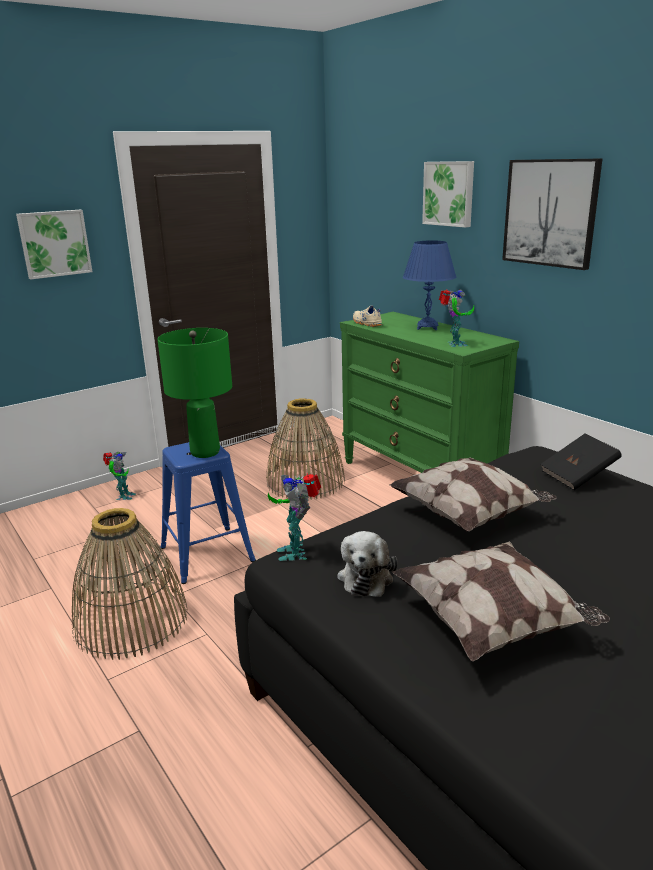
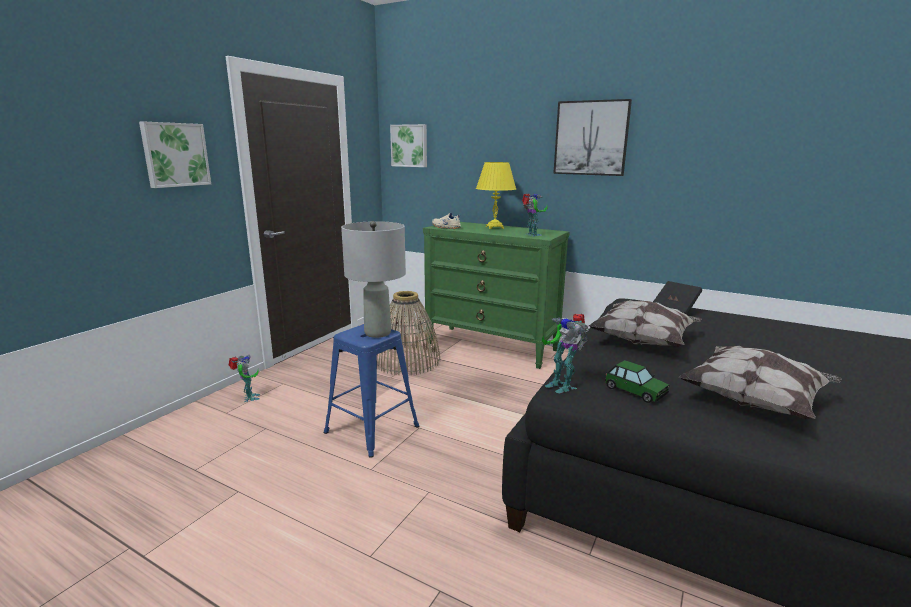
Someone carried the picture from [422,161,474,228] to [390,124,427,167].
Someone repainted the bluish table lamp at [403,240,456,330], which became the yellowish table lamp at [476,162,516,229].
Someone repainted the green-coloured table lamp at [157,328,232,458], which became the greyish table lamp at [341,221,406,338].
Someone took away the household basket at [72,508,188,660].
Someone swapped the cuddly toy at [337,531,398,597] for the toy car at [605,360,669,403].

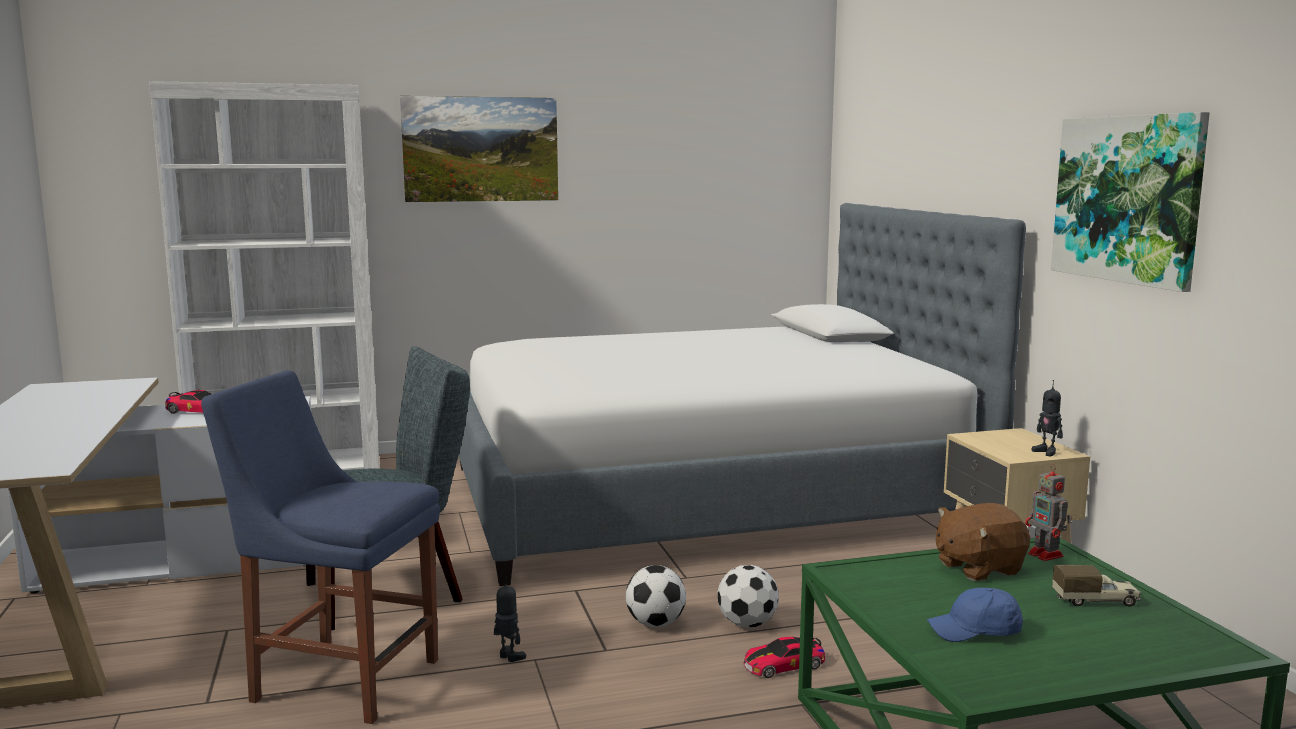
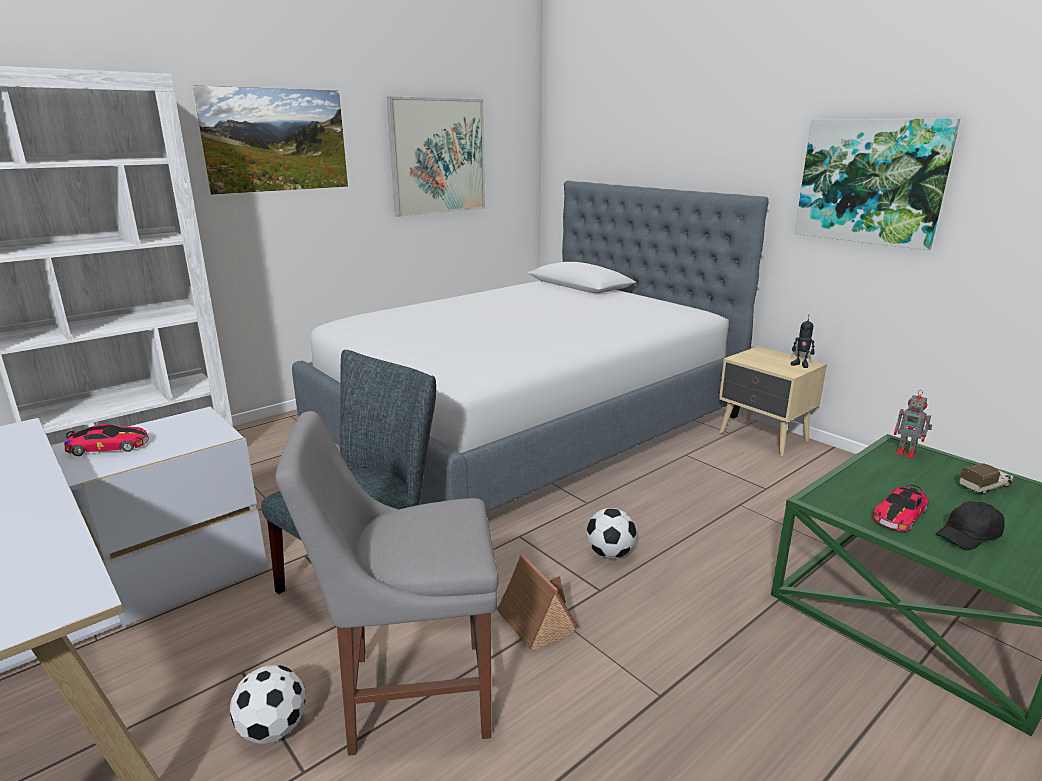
Someone repainted the bluish plain chair at [201,370,440,724], which became the greyish plain chair at [275,411,499,756].
Someone took away the brownish cuddly toy at [936,503,1030,581].
Someone carried the ball for football from [717,565,779,628] to [230,665,306,744].
Someone swapped the model robot at [494,576,526,662] for the toy house at [496,554,579,652].
Someone repainted the bluish cap at [927,588,1023,642], which became the black-coloured cap at [935,501,1005,550].
Someone carried the toy car from [744,637,825,678] to [872,485,929,531].
Someone put up the picture at [387,96,485,217].

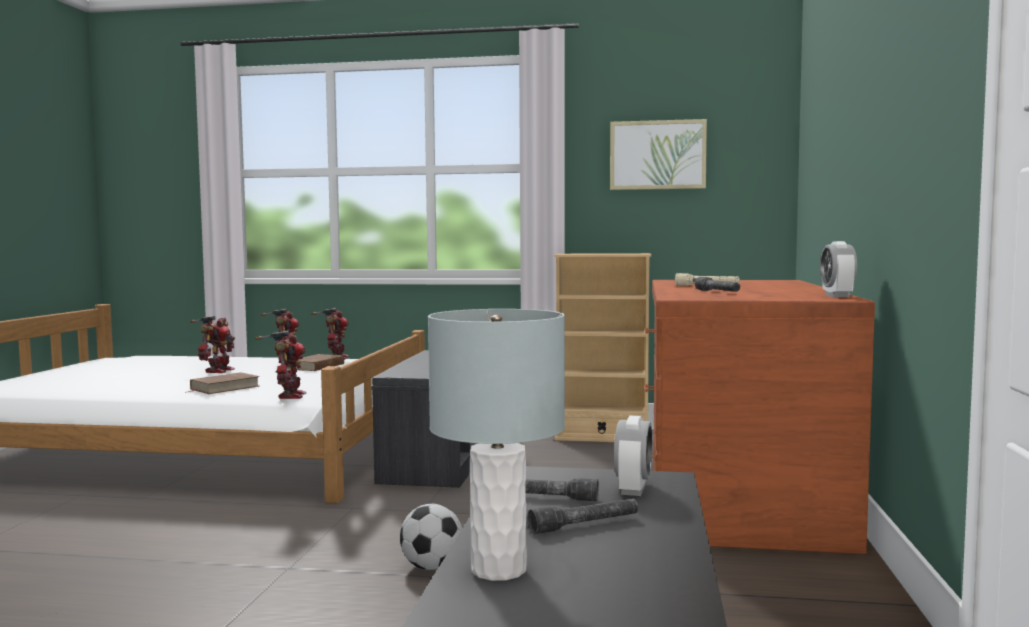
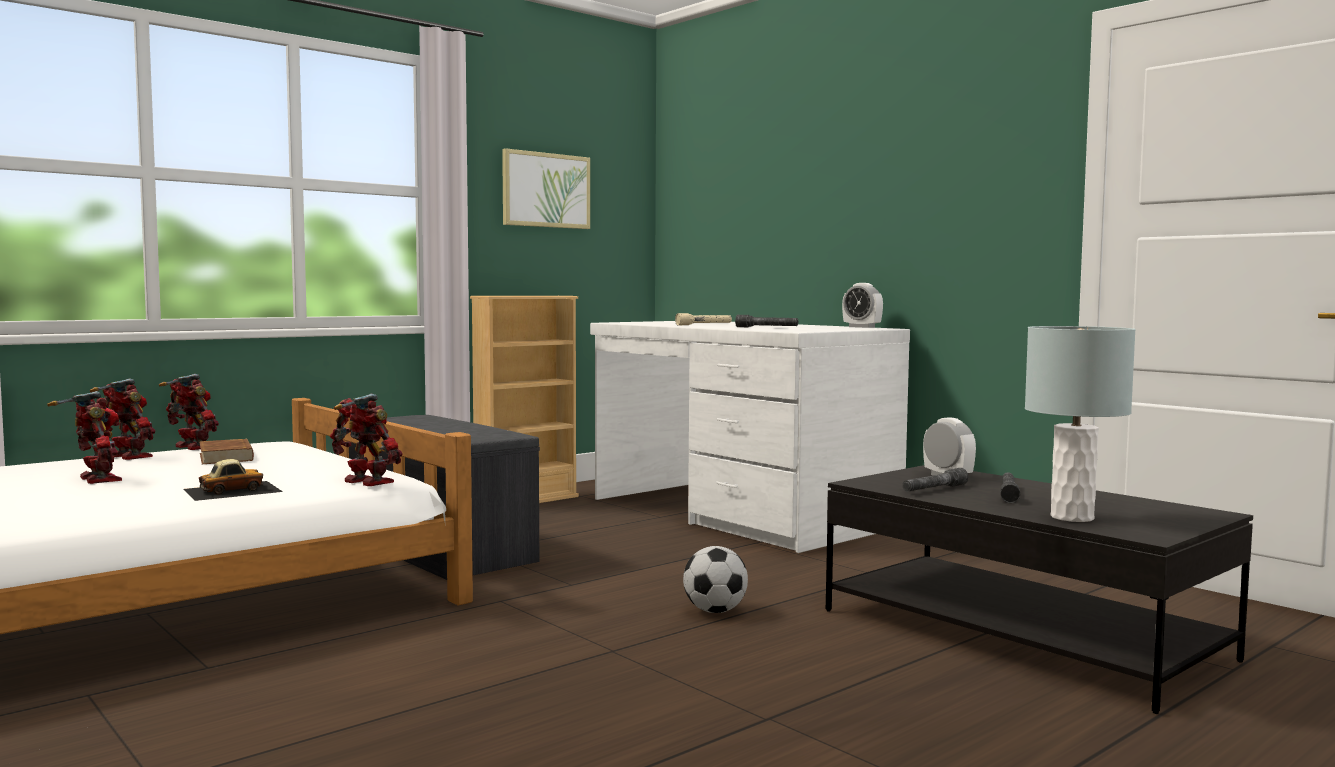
Someone repainted the brownish desk table at [644,280,875,554], which became the white-coloured desk table at [590,321,910,553].
Someone swapped the brownish bound book at [188,372,260,394] for the toy car at [184,459,283,501].

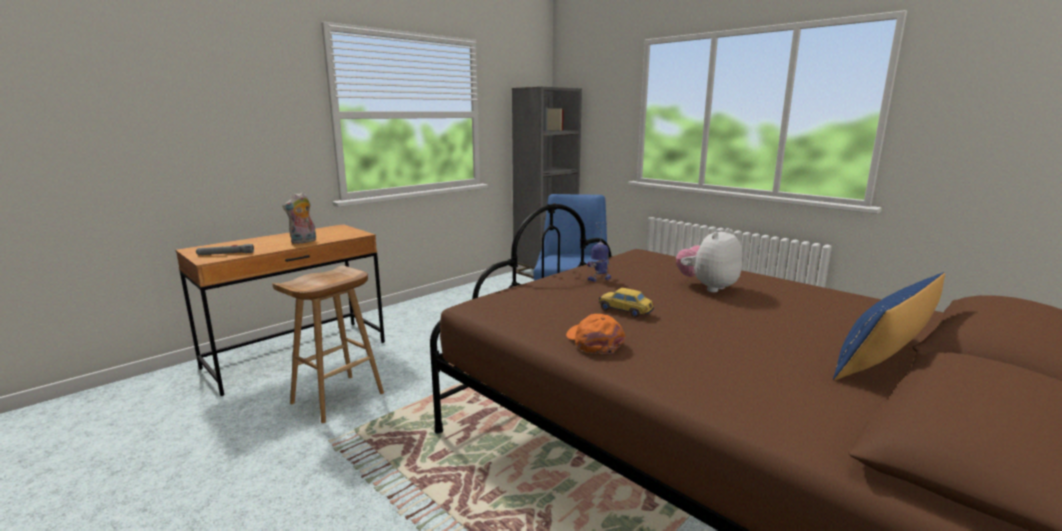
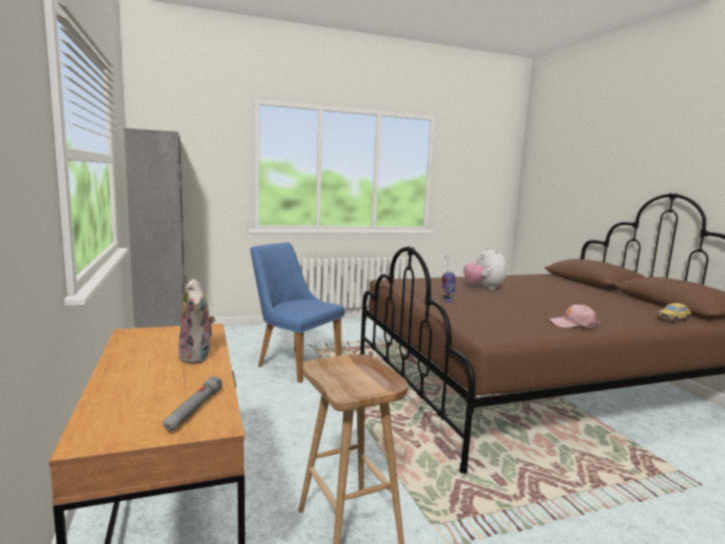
Someone took away the bluish throw pillow at [833,272,945,380].
Someone carried the toy car from [599,288,654,317] to [657,303,691,323].
Someone repainted the orange cap at [566,314,626,354], which became the pink-coloured cap at [549,304,600,328].

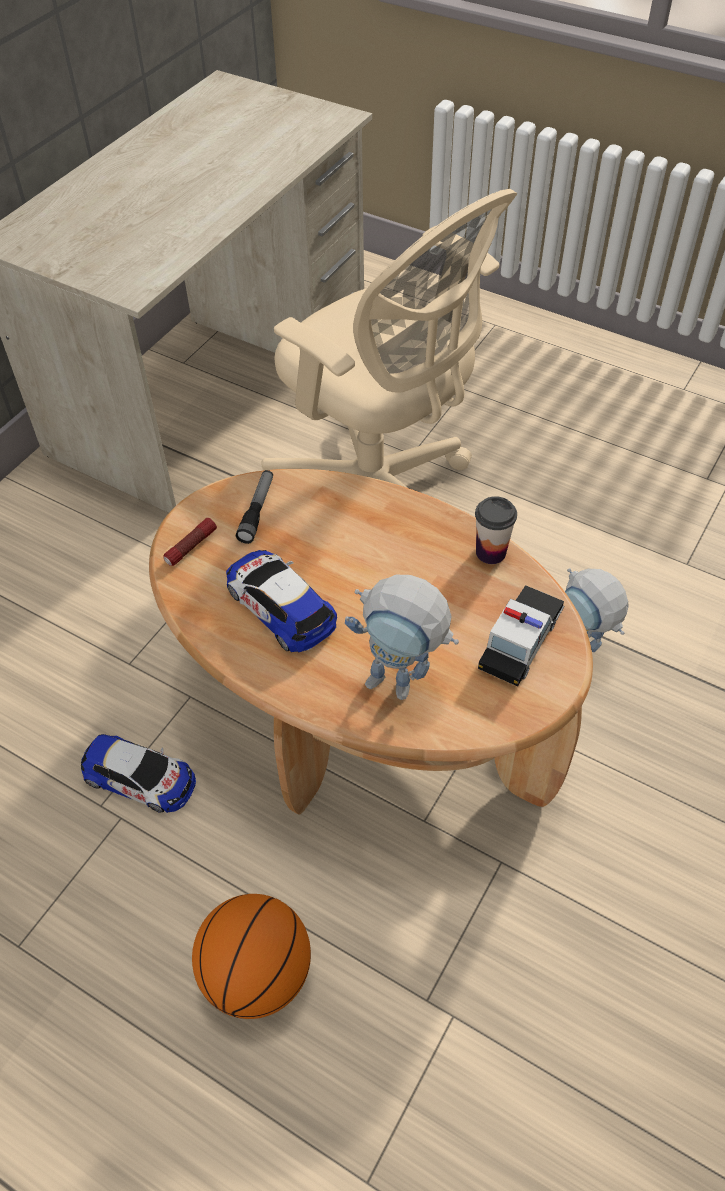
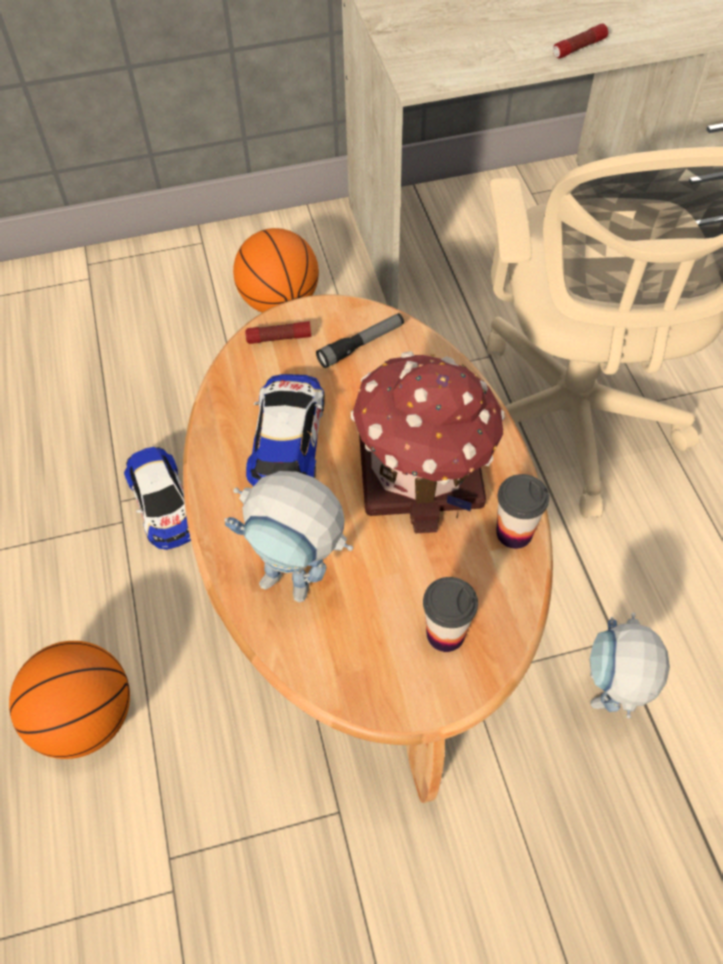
Someone rotated the model robot at [345,575,459,700] by 45 degrees counterclockwise.
Someone swapped the toy car at [478,585,564,686] for the drinking cup at [423,577,478,652].
Someone put down the torch at [553,24,608,58].
Someone put down the basketball ball at [233,228,319,313].
Someone put down the toy house at [351,351,505,533].

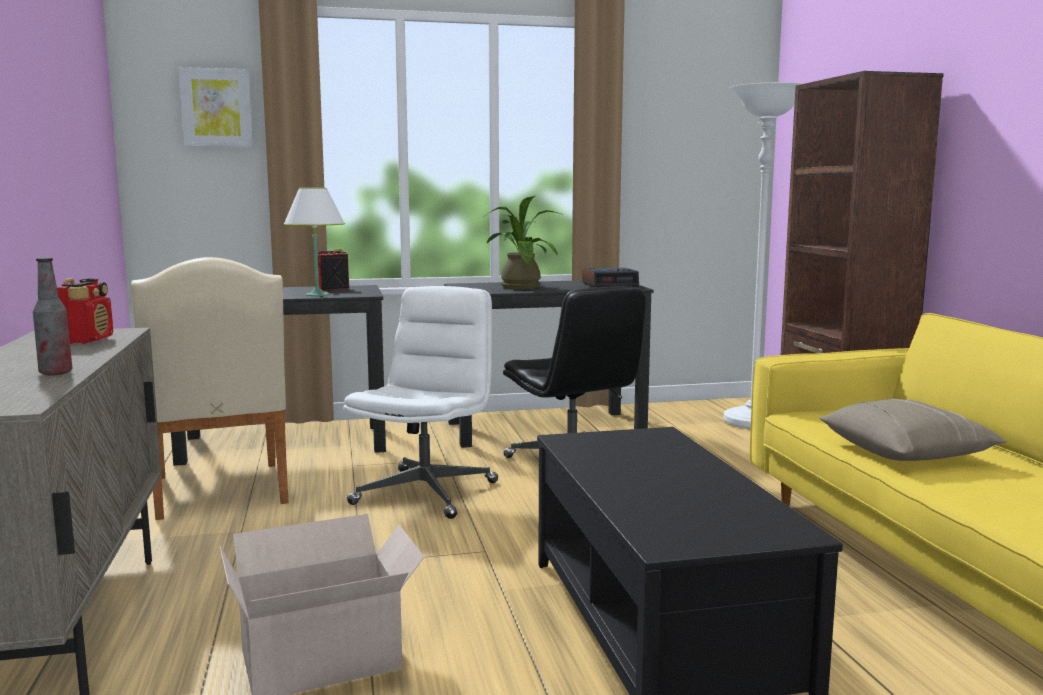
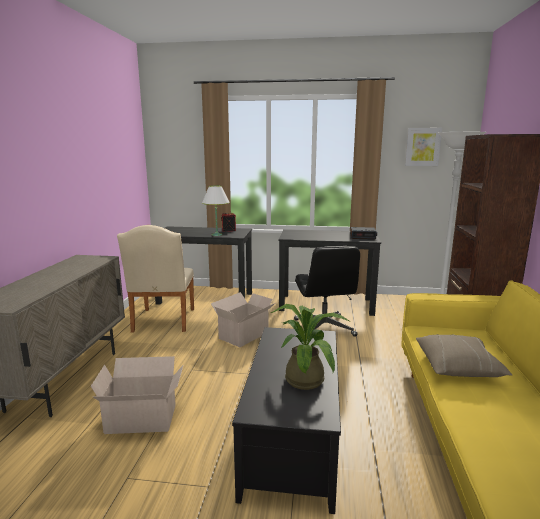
Someone carried the picture from [179,67,253,147] to [405,128,442,166].
Someone carried the potted plant from [483,196,564,289] to [271,304,349,390].
Someone took away the bottle at [33,257,72,375].
Someone took away the radio set at [57,278,113,344].
Someone swapped the white-coloured office chair at [343,286,498,519] for the packing box at [211,292,275,347].

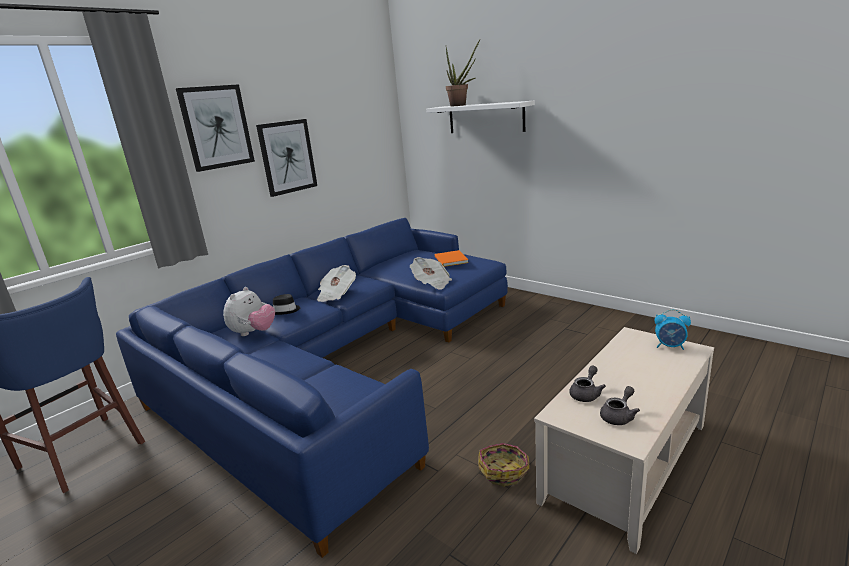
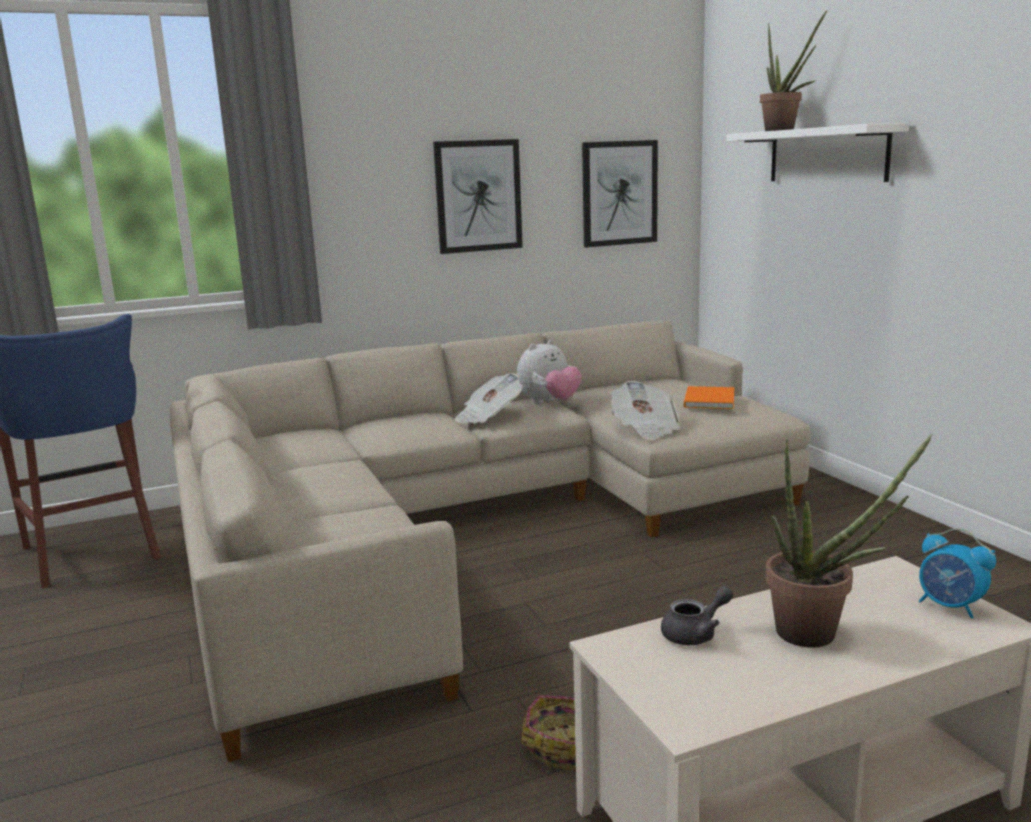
Someone carried the picture from [176,84,255,172] to [582,140,658,247].
Someone repainted the bluish sofa at [116,218,508,558], which became the beige-coloured sofa at [170,321,810,762].
Someone carried the cuddly toy from [223,287,275,336] to [517,340,582,404].
Someone took away the black-coloured hat at [273,294,300,315].
Someone took away the greyish pot for tea at [600,386,640,425].
Someone put down the potted plant at [765,434,932,648].

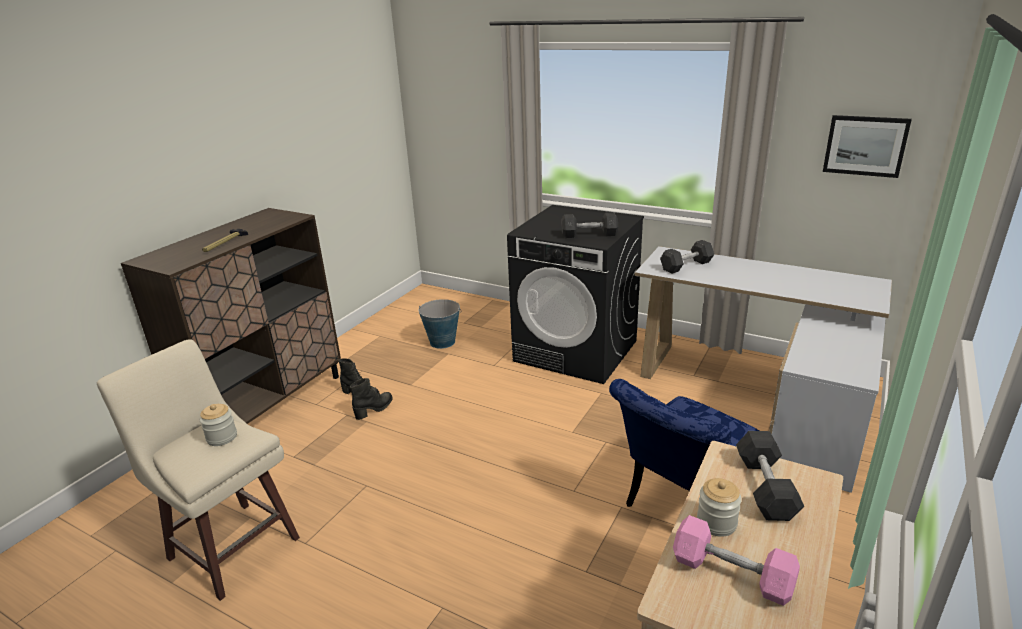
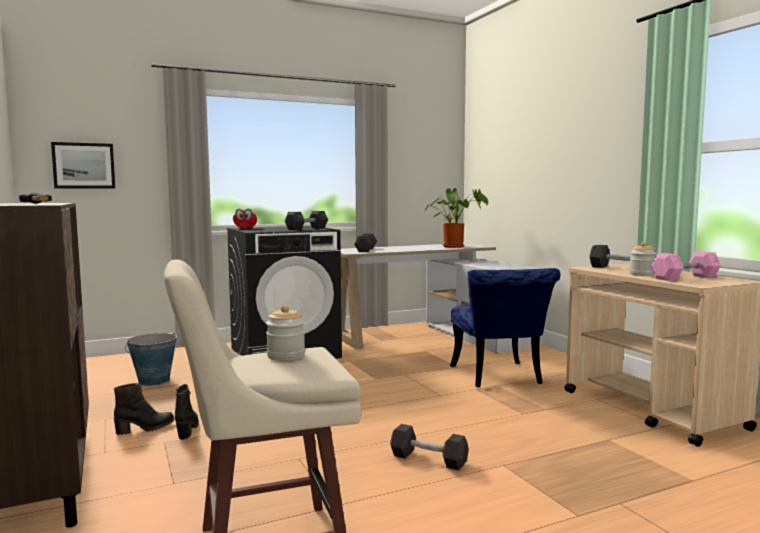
Someone carried the picture from [823,115,912,178] to [51,142,115,189].
Someone put down the potted plant at [424,188,488,248].
Someone put down the reddish cap at [233,209,257,228].
Someone put down the greyish dumbbell at [390,424,469,470].

